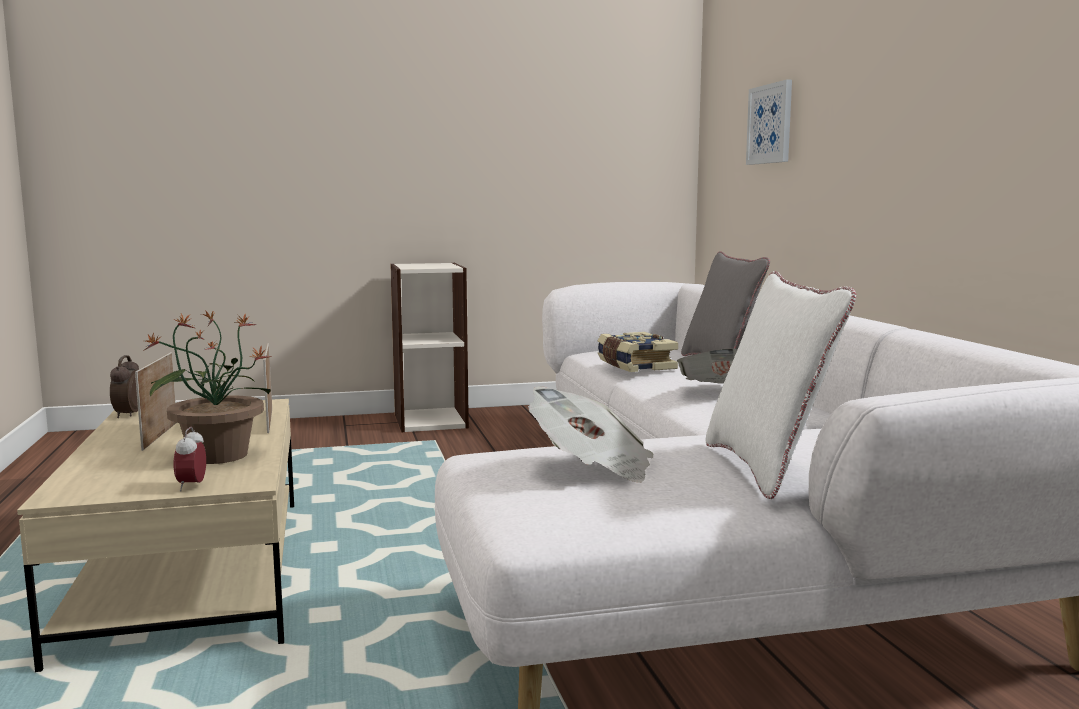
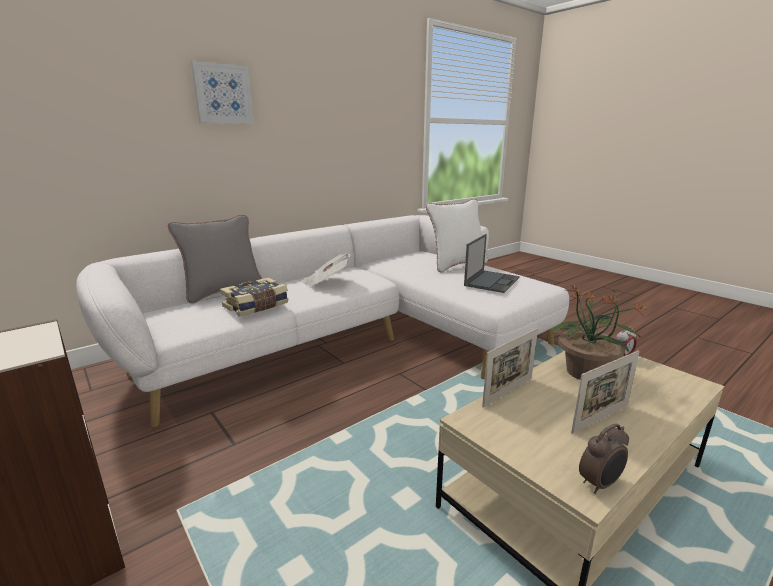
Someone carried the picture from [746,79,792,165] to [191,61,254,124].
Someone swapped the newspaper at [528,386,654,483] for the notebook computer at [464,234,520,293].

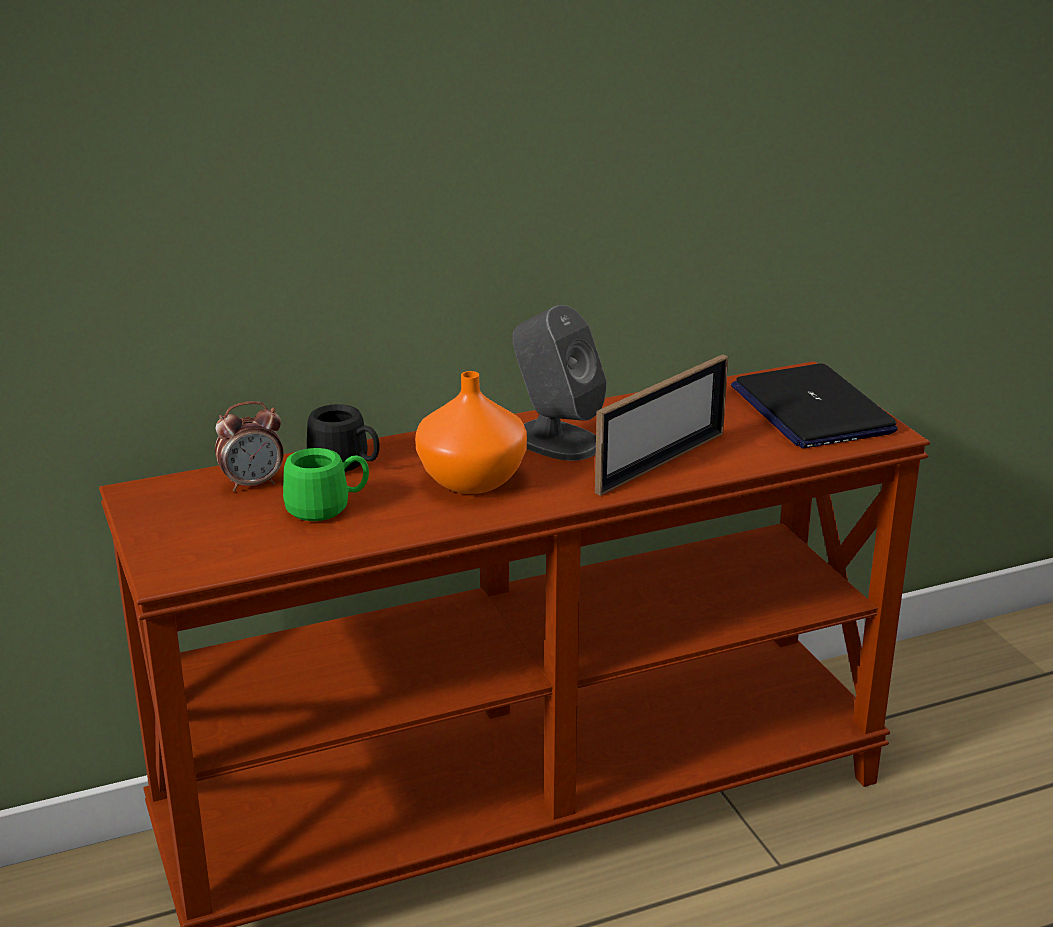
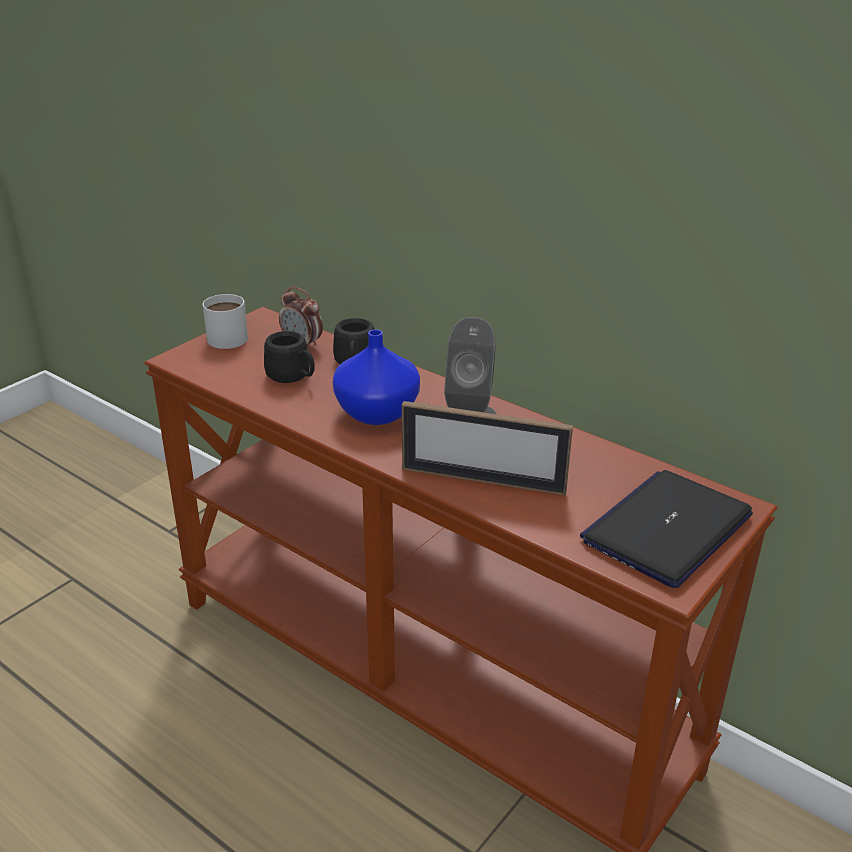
Someone repainted the orange flower vase at [415,371,527,494], which became the bluish flower vase at [333,329,420,425].
Someone repainted the green-coloured mug at [283,448,369,521], which became the black-coloured mug at [264,331,315,383].
Someone put down the white-coloured mug at [203,294,248,349].

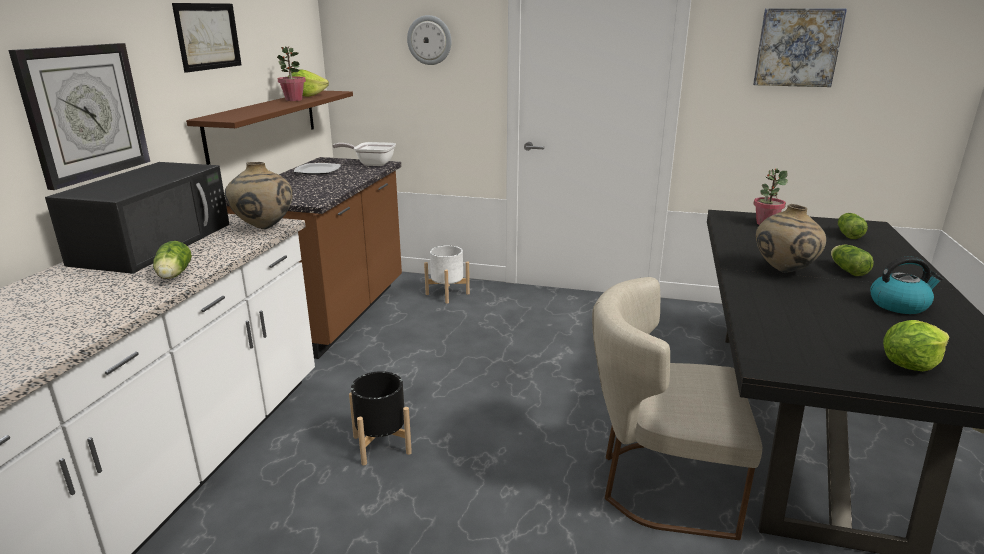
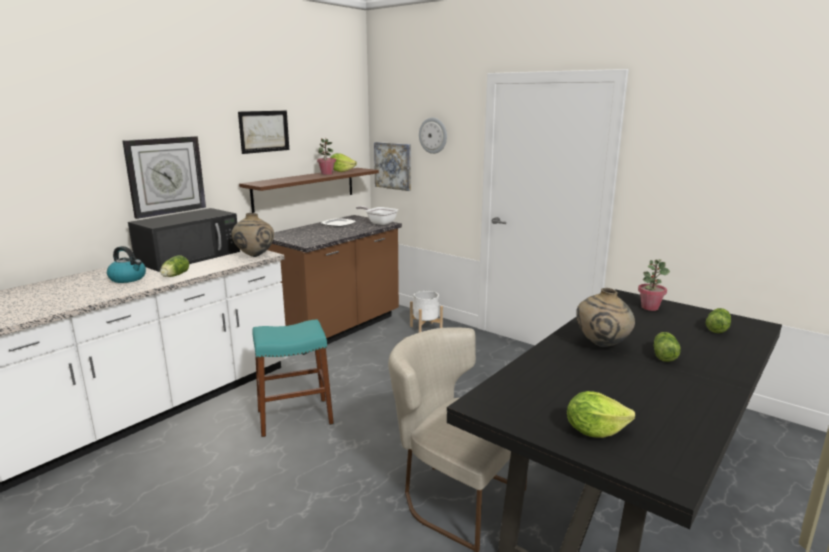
Someone carried the picture from [753,8,847,87] to [374,142,411,191].
Someone carried the water kettle from [870,256,943,314] to [107,246,146,283].
Someone swapped the black-coloured plant pot at [349,371,412,465] for the blue-green stool at [252,319,334,437].

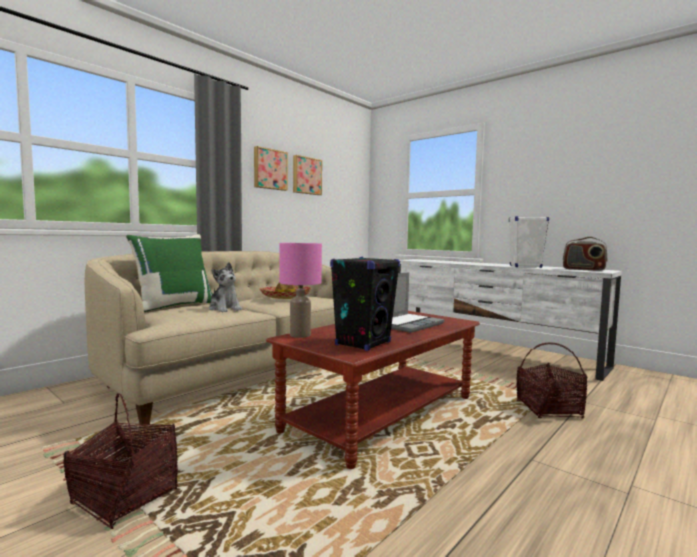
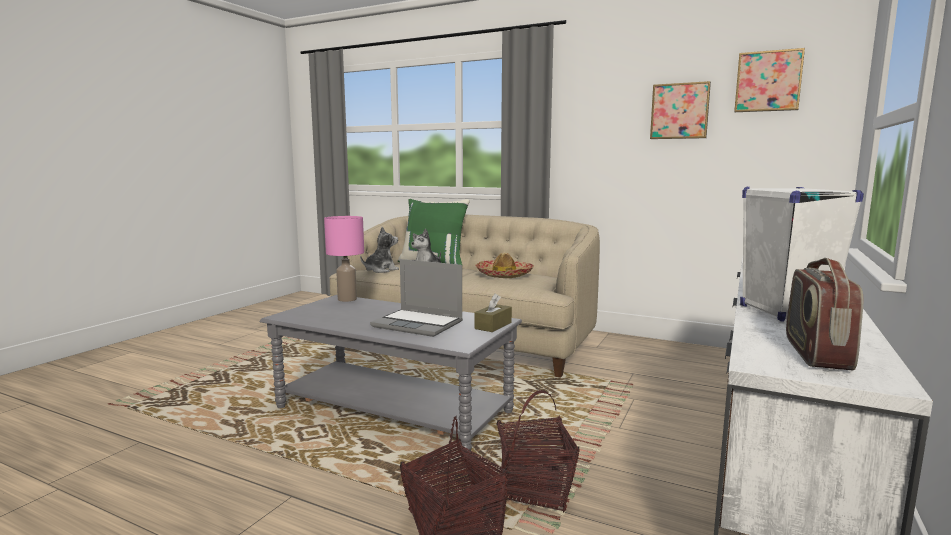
Someone carried the picture from [254,146,288,191] to [734,48,805,112].
Someone took away the black-coloured loudspeaker at [330,257,400,351].
Someone repainted the brownish lounge table at [266,311,480,469], which became the greyish lounge table at [260,295,522,450].
Someone carried the household basket from [63,393,178,529] to [496,390,580,513].
Someone put down the cuddly toy at [360,227,399,273].
Someone put down the brownish tissue holder at [474,294,512,332].

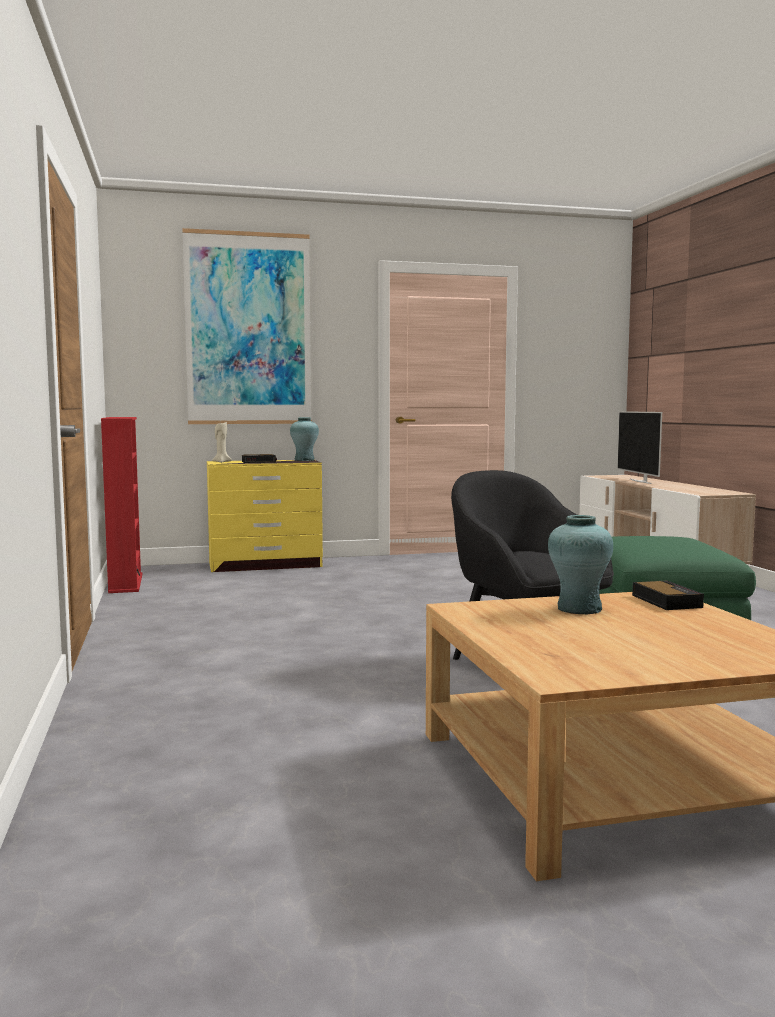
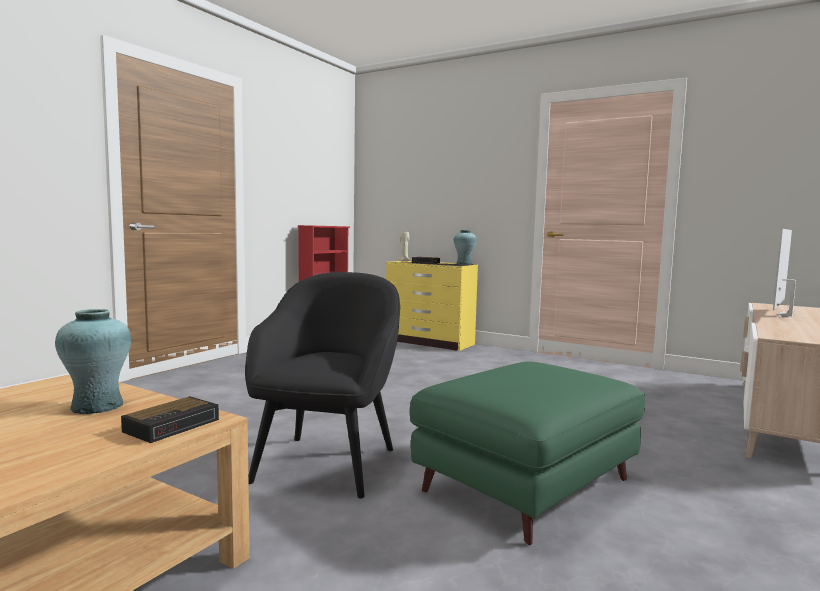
Someone took away the picture at [182,228,312,424].

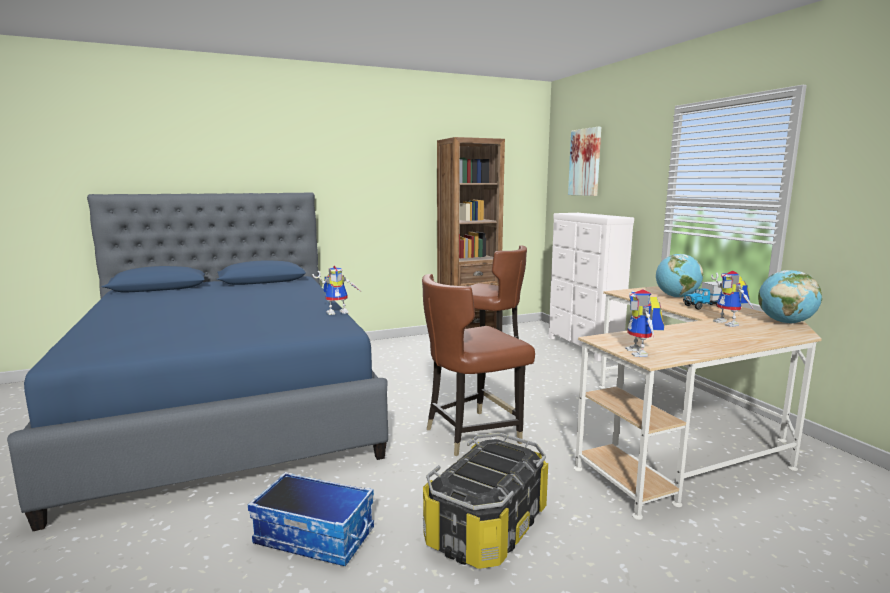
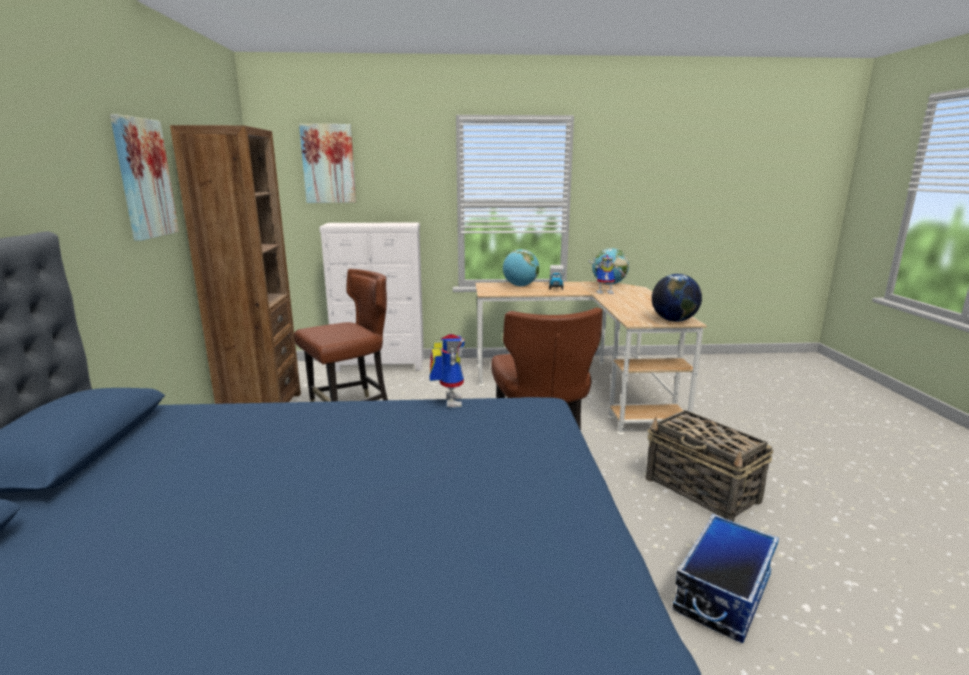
Someone swapped the model robot at [625,290,664,357] for the desk globe at [652,274,702,322].
Someone swapped the storage box at [423,433,548,569] for the household basket at [646,410,773,522].
Someone put up the picture at [110,114,179,241].

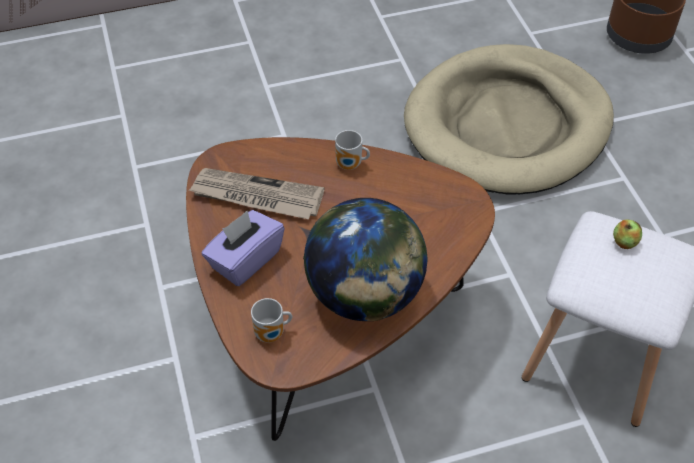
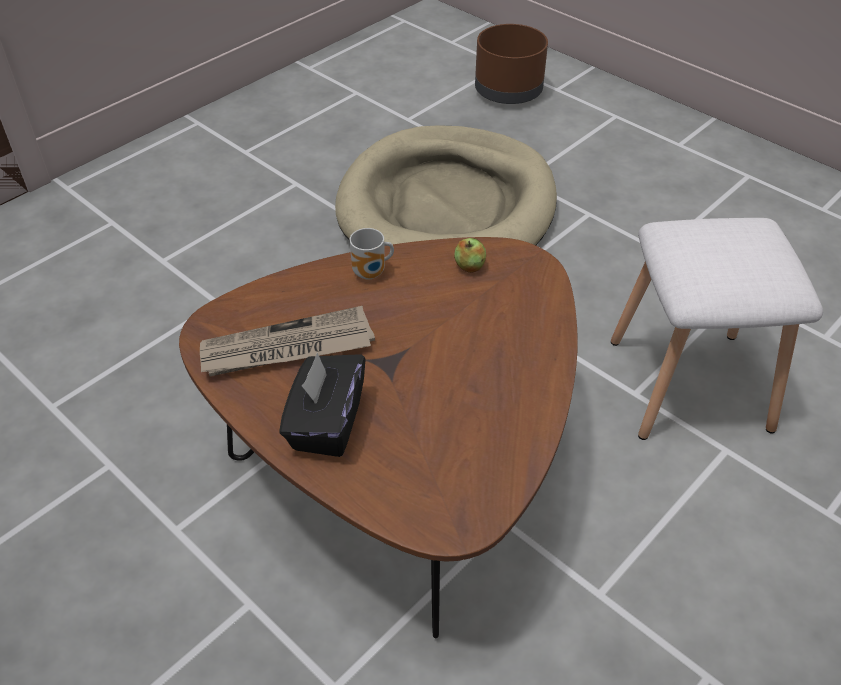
Someone took away the desk globe at [303,198,427,321].
Someone repainted the purple-coloured tissue holder at [201,210,285,286], which became the black-coloured tissue holder at [279,353,366,457].
Someone carried the whole apple from [613,219,642,249] to [454,238,486,273].
Someone took away the mug at [251,298,292,342].

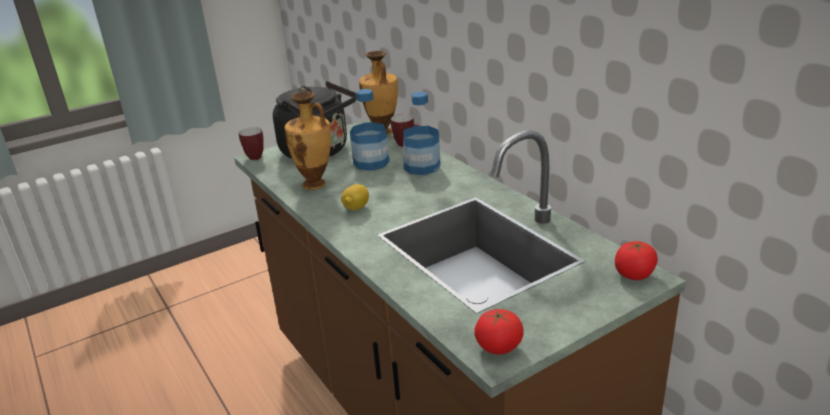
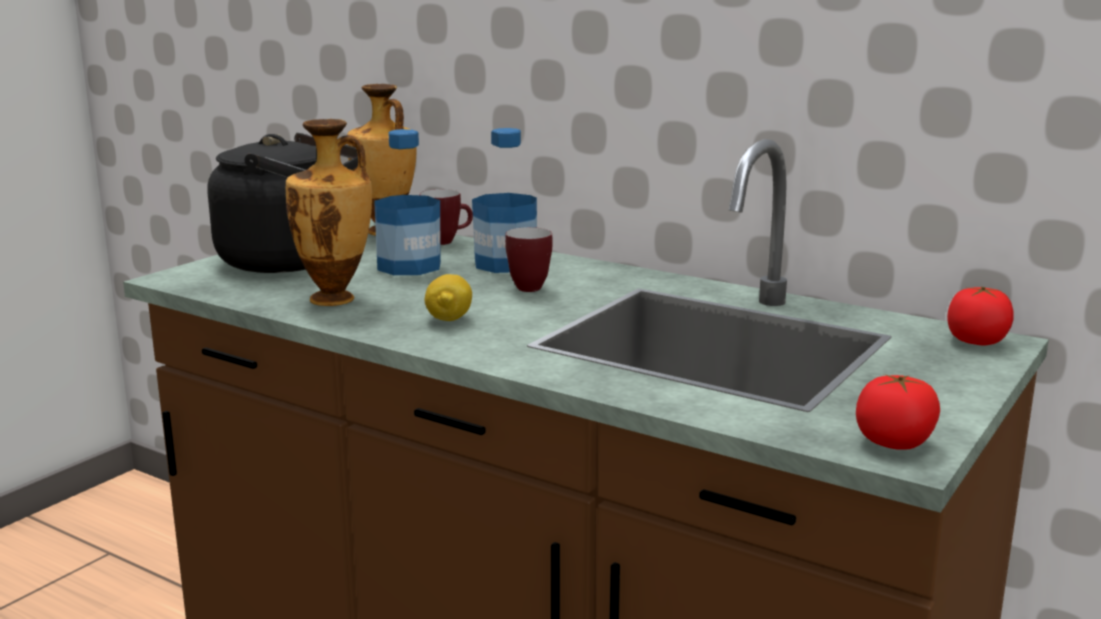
Someone carried the mug from [239,127,263,160] to [505,227,552,292].

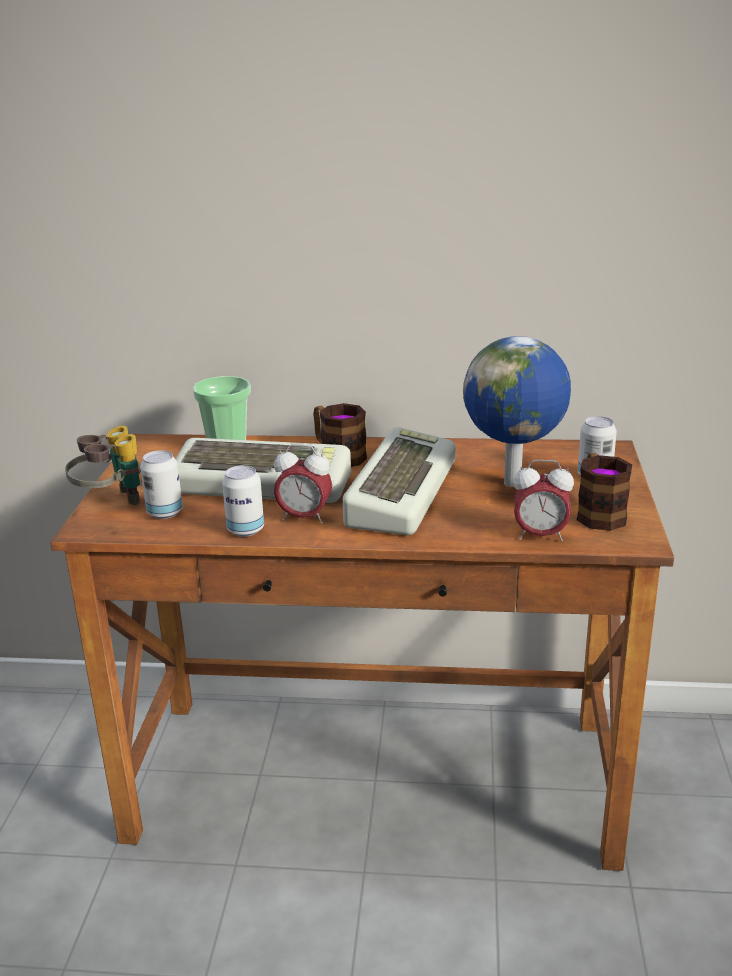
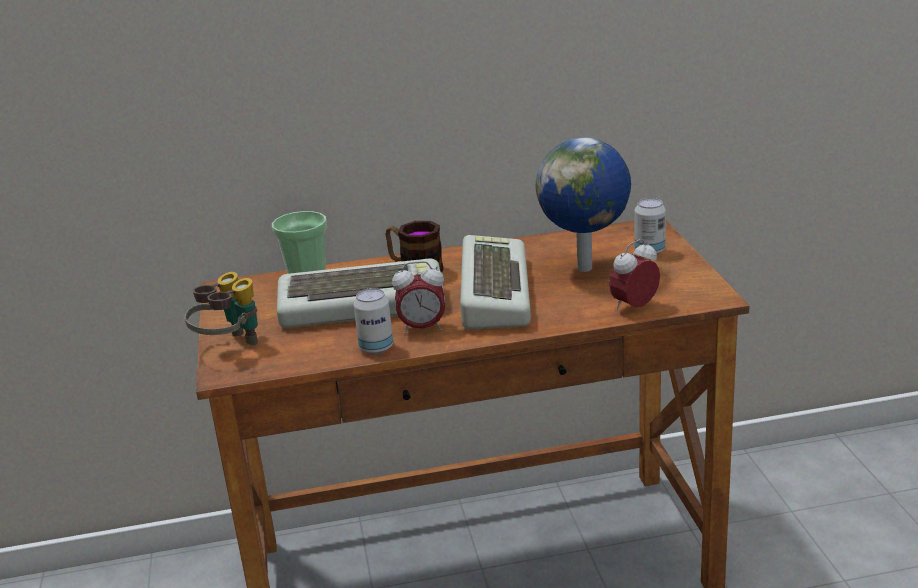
Someone took away the can at [140,450,183,519].
Someone took away the mug at [577,453,632,531].
Someone rotated the bedside clock at [513,460,574,542] by 150 degrees clockwise.

